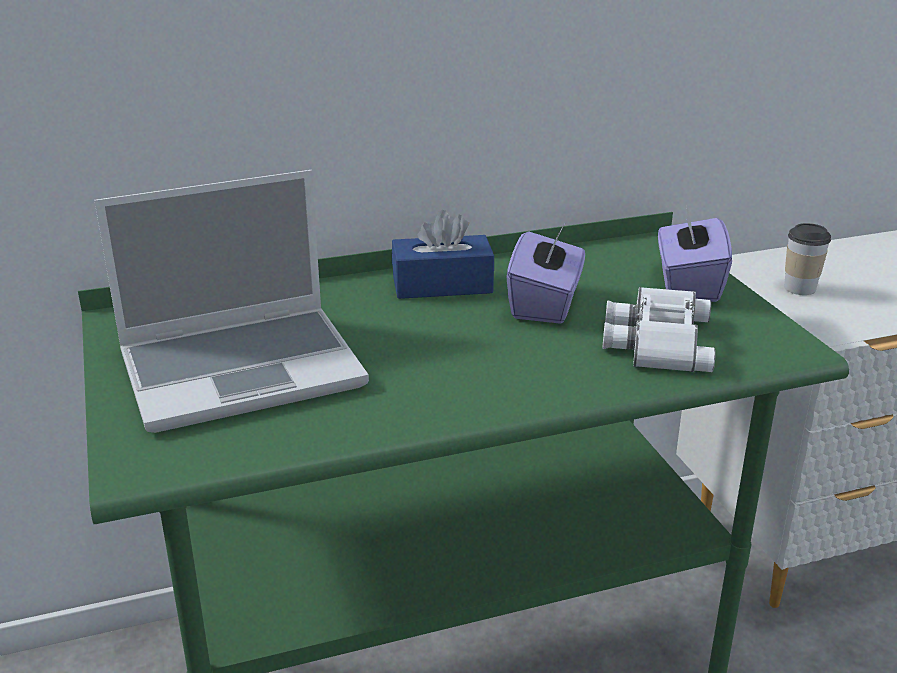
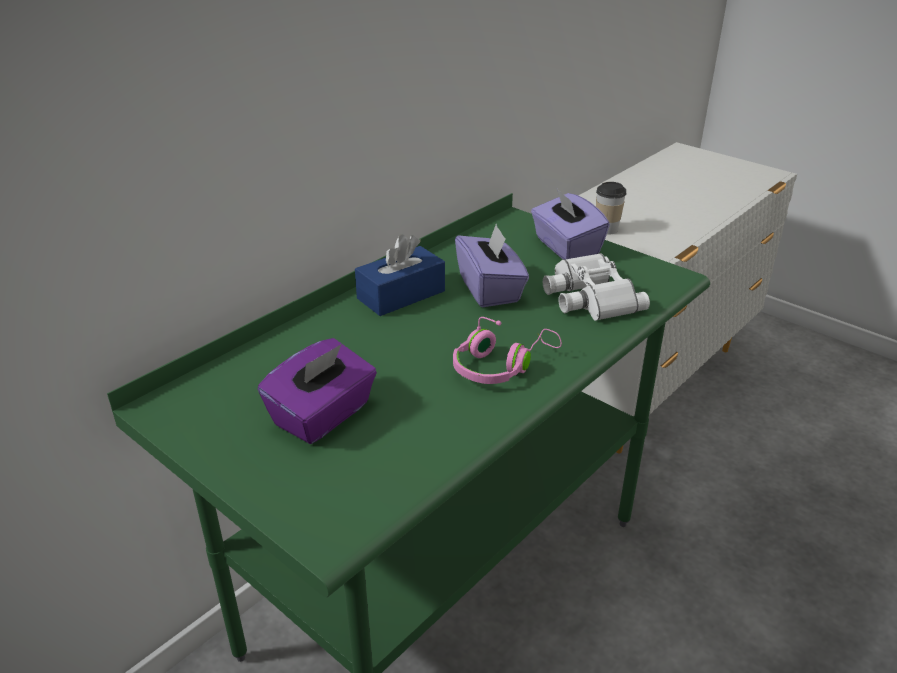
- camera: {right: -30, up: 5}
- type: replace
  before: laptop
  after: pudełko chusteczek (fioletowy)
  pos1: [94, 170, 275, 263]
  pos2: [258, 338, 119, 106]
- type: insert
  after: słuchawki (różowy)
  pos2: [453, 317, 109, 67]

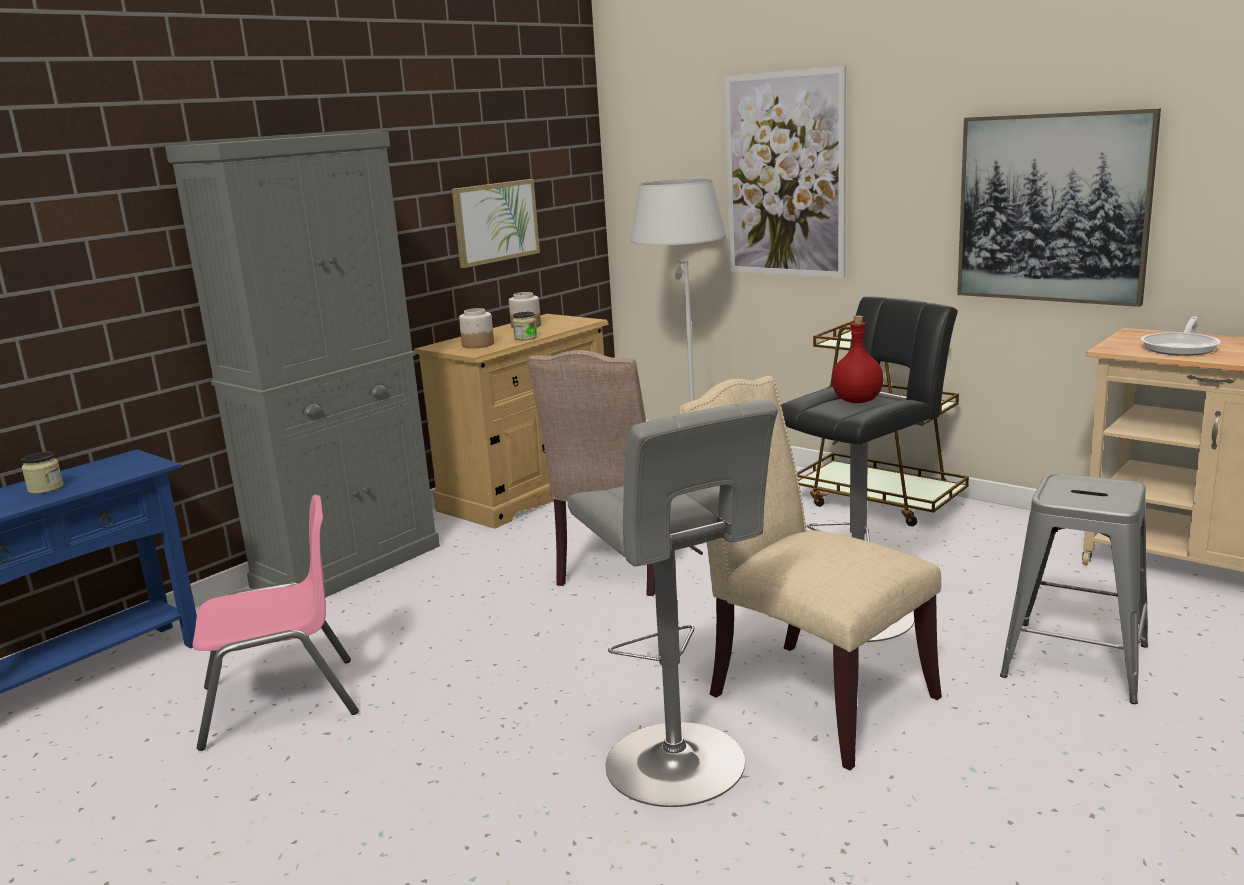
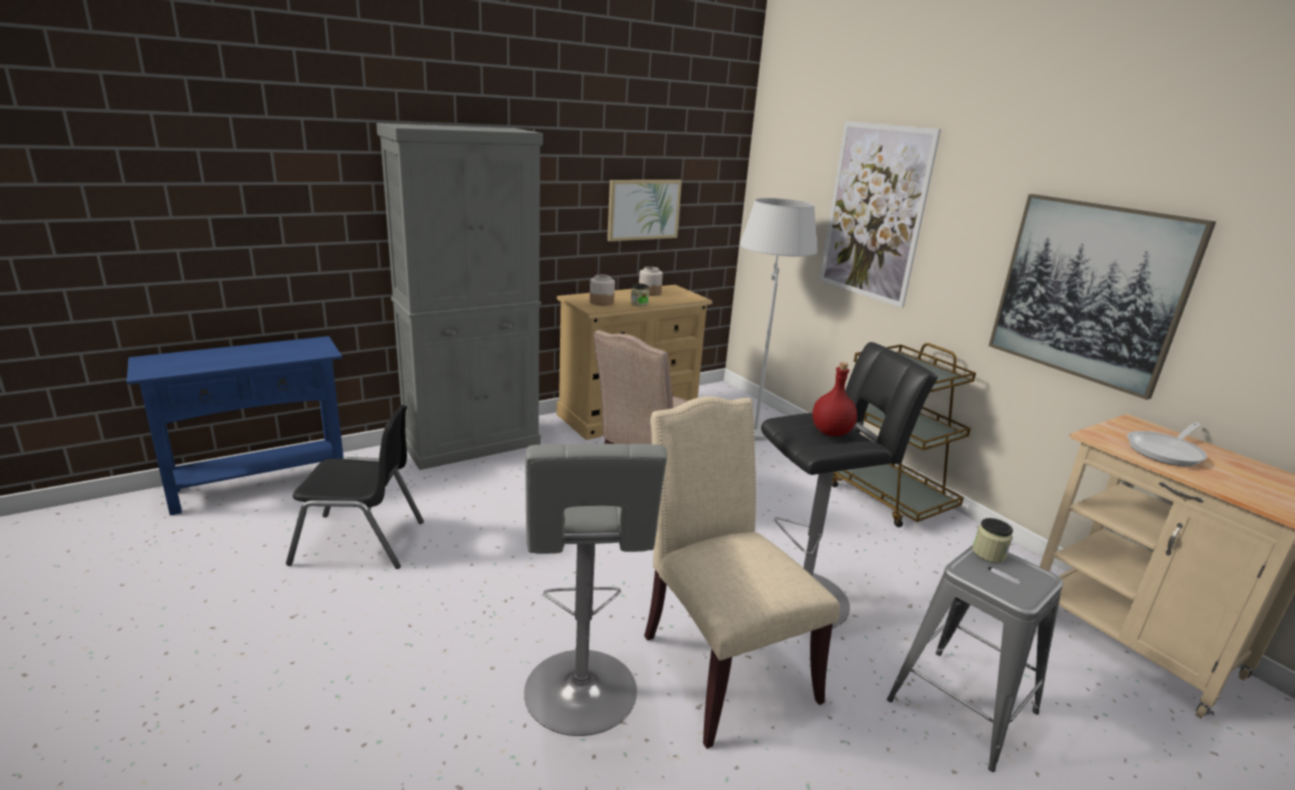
- camera: {right: 15, up: 5}
- type: move
  before: słoik
  pos1: [22, 452, 42, 42]
  pos2: [973, 518, 40, 44]
- type: recolor
  before: krzesło (różowy)
  after: krzesło (czarny)
  pos1: [193, 495, 166, 256]
  pos2: [286, 405, 138, 164]

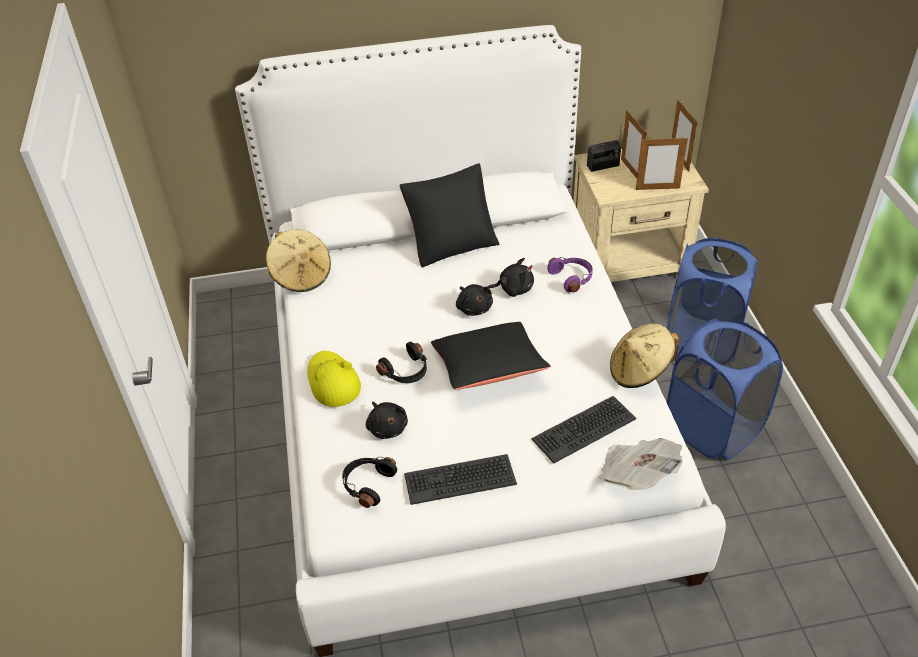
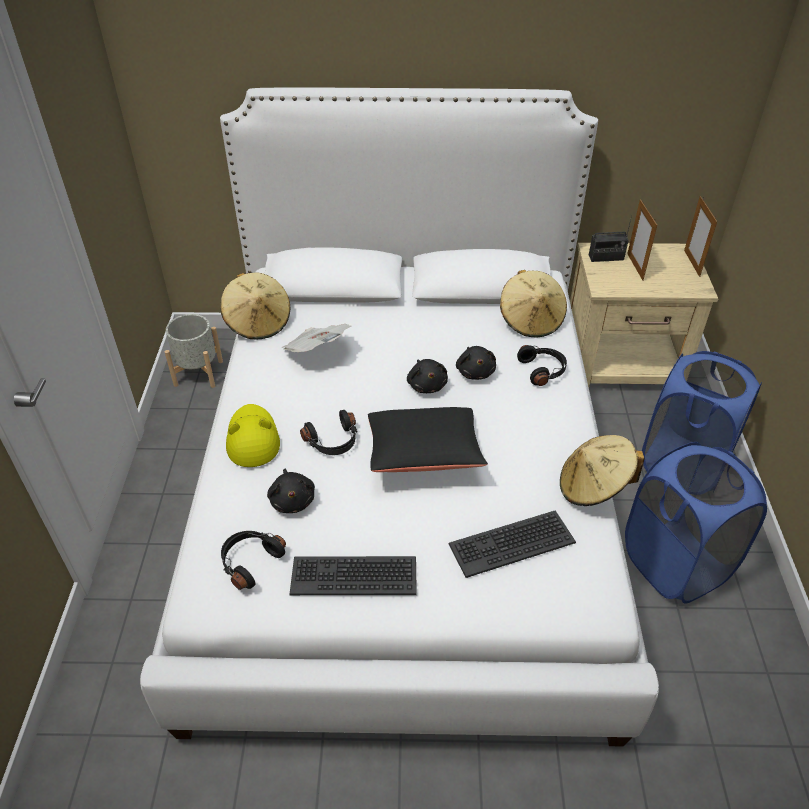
- camera: {right: 10, up: 0}
- type: delete
  before: poduszka (czarny)
  pos1: [399, 163, 100, 104]
- type: rotate
  before: pluszak (czarny)
  pos1: [487, 258, 47, 39]
  pos2: [456, 346, 40, 34]
  turn: 75
- type: recolor
  before: słuchawki (fioletowy)
  after: słuchawki (czarny)
  pos1: [547, 257, 46, 36]
  pos2: [517, 345, 50, 41]
- type: move
  before: gazeta
  pos1: [598, 438, 84, 52]
  pos2: [281, 324, 70, 28]
- type: delete
  before: ramka na zdjęcie
  pos1: [636, 136, 52, 54]
- type: insert
  after: donica (szary)
  pos2: [165, 314, 58, 74]
- type: insert
  after: kapelusz (beżowy)
  pos2: [500, 270, 67, 68]

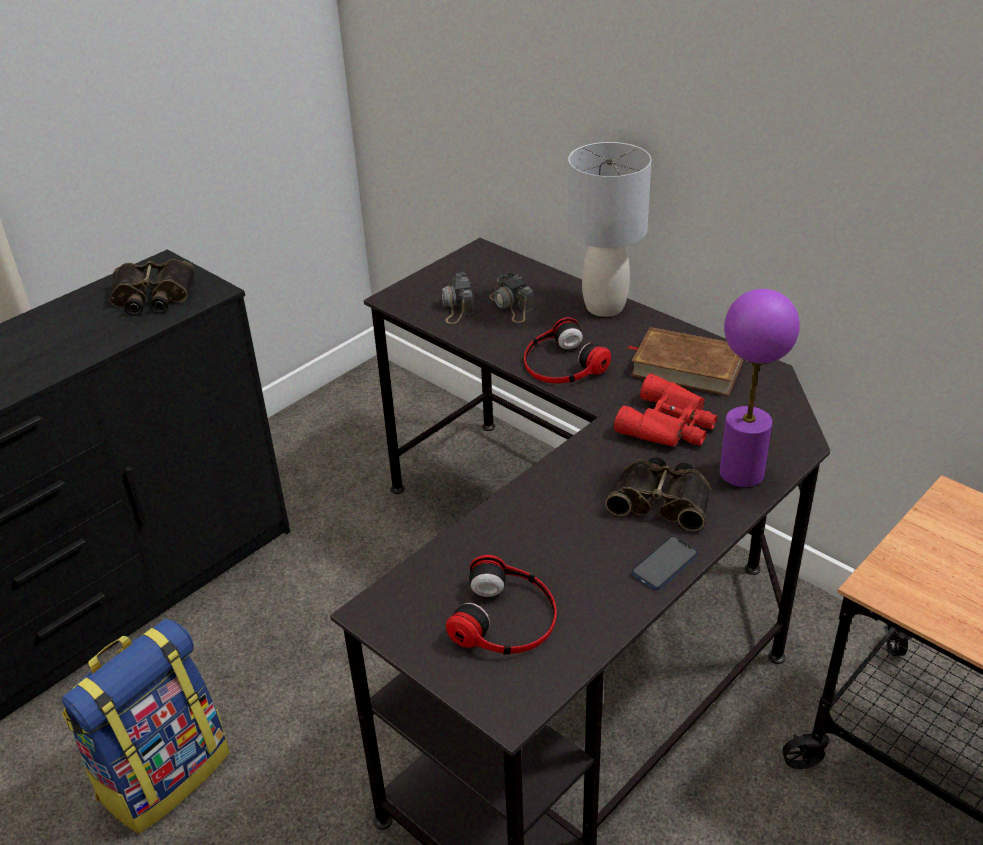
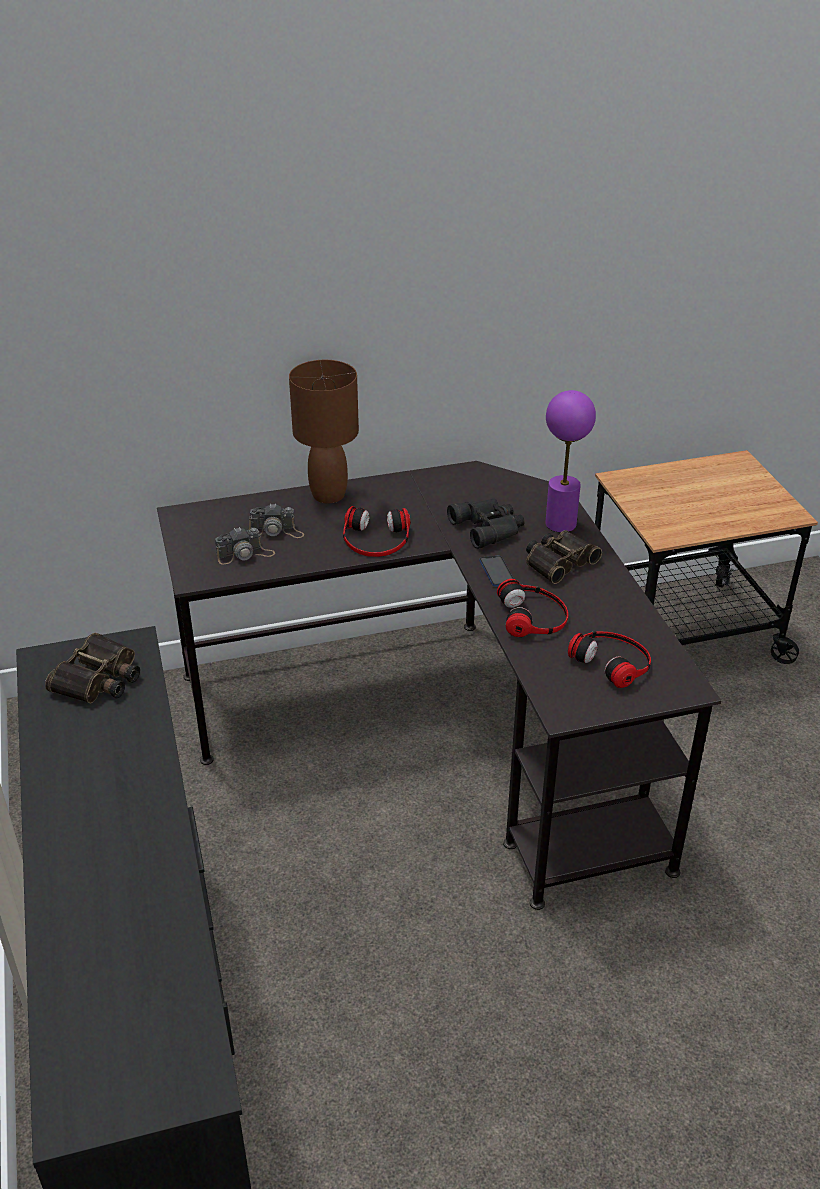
- camera: {right: -60, up: 0}
- type: delete
  before: plecak
  pos1: [62, 618, 168, 216]
- type: rotate
  before: aparat fotograficzny
  pos1: [441, 272, 33, 52]
  pos2: [215, 527, 60, 37]
  turn: -45
- type: recolor
  before: lampa stołowa (szary)
  after: lampa stołowa (brązowy)
  pos1: [568, 142, 83, 175]
  pos2: [289, 360, 70, 143]
- type: recolor
  before: lornetka (czerwony)
  after: lornetka (czarny)
  pos1: [614, 374, 103, 73]
  pos2: [447, 498, 78, 51]
- type: delete
  before: książka (brązowy)
  pos1: [627, 327, 117, 69]
- type: move
  before: telefon
  pos1: [631, 536, 67, 54]
  pos2: [479, 556, 35, 31]
- type: insert
  after: słuchawki
  pos2: [497, 579, 71, 58]

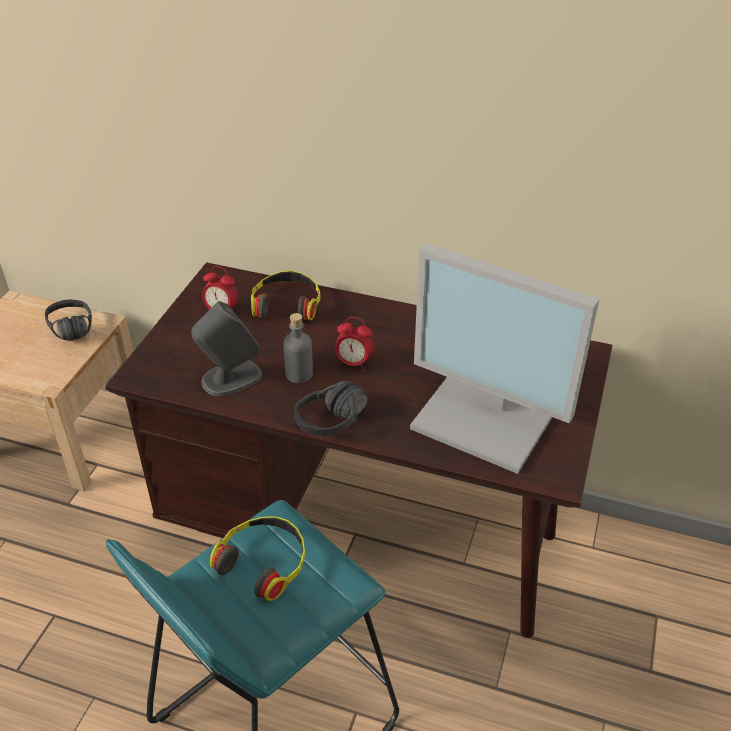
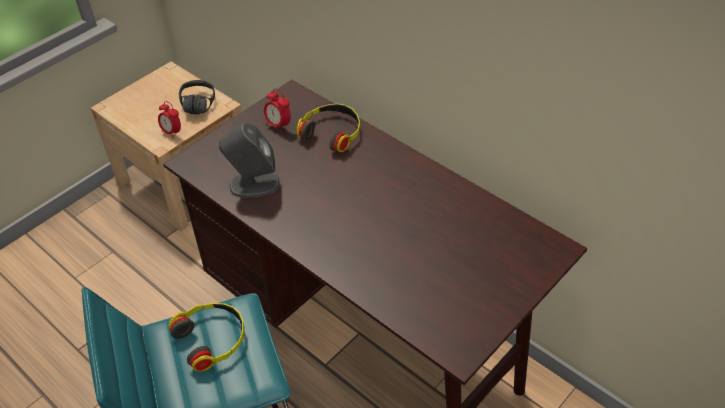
- camera: {right: 25, up: 5}
- type: delete
  before: butelka (szary)
  pos1: [283, 313, 30, 70]
- type: delete
  before: słuchawki (czarny)
  pos1: [294, 381, 73, 55]
- type: move
  before: budzik
  pos1: [336, 317, 38, 54]
  pos2: [158, 101, 23, 38]
- type: delete
  before: monitor
  pos1: [410, 243, 189, 231]

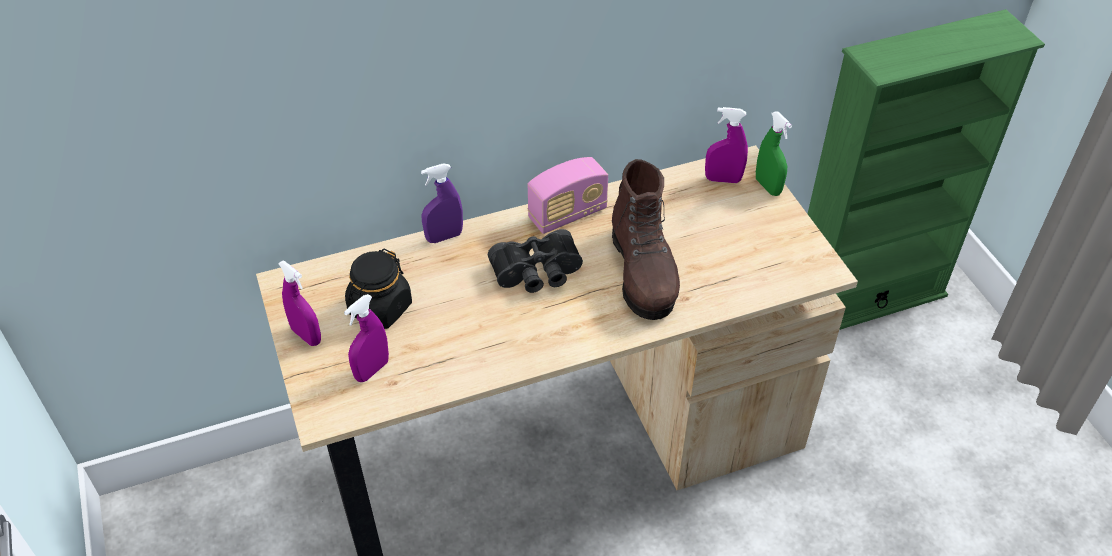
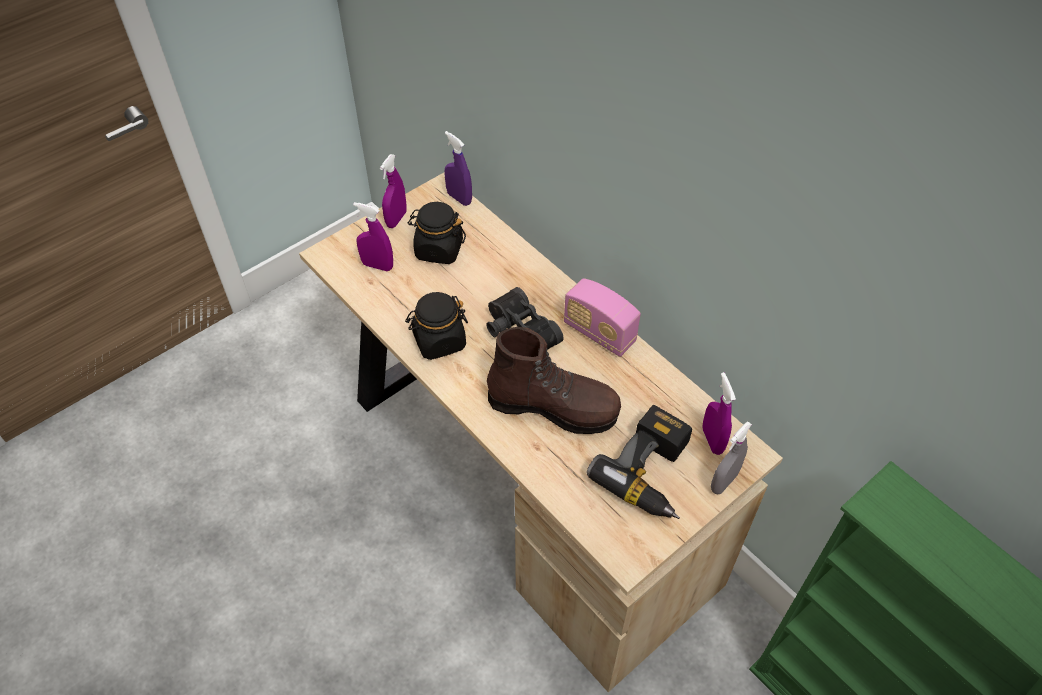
- camera: {right: 70, up: 5}
- type: move
  before: spryskiwacz (fioletowy)
  pos1: [421, 163, 42, 80]
  pos2: [444, 131, 28, 75]
- type: rotate
  before: but z cholewką (brązowy)
  pos1: [612, 159, 68, 161]
  pos2: [487, 327, 134, 107]
  turn: -135
- type: recolor
  before: spryskiwacz (zielony)
  after: spryskiwacz (szary)
  pos1: [756, 111, 36, 85]
  pos2: [711, 421, 41, 73]
- type: insert
  after: słoik (czarny)
  pos2: [405, 292, 63, 68]
- type: insert
  after: wiertarka
  pos2: [587, 405, 105, 114]

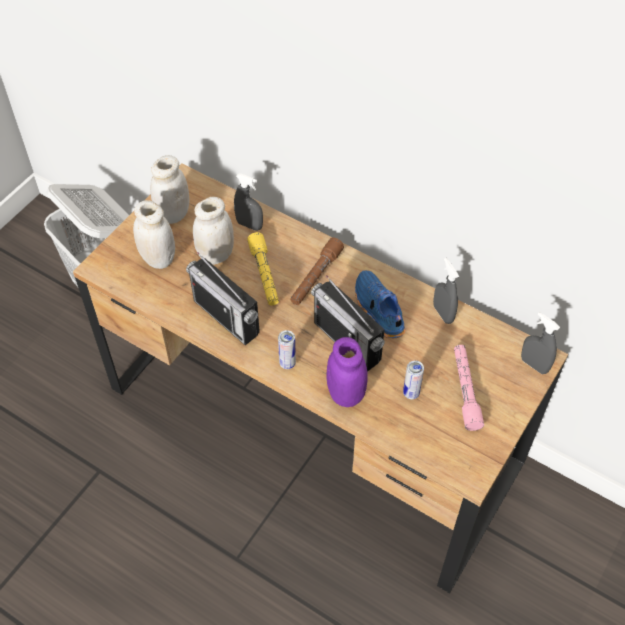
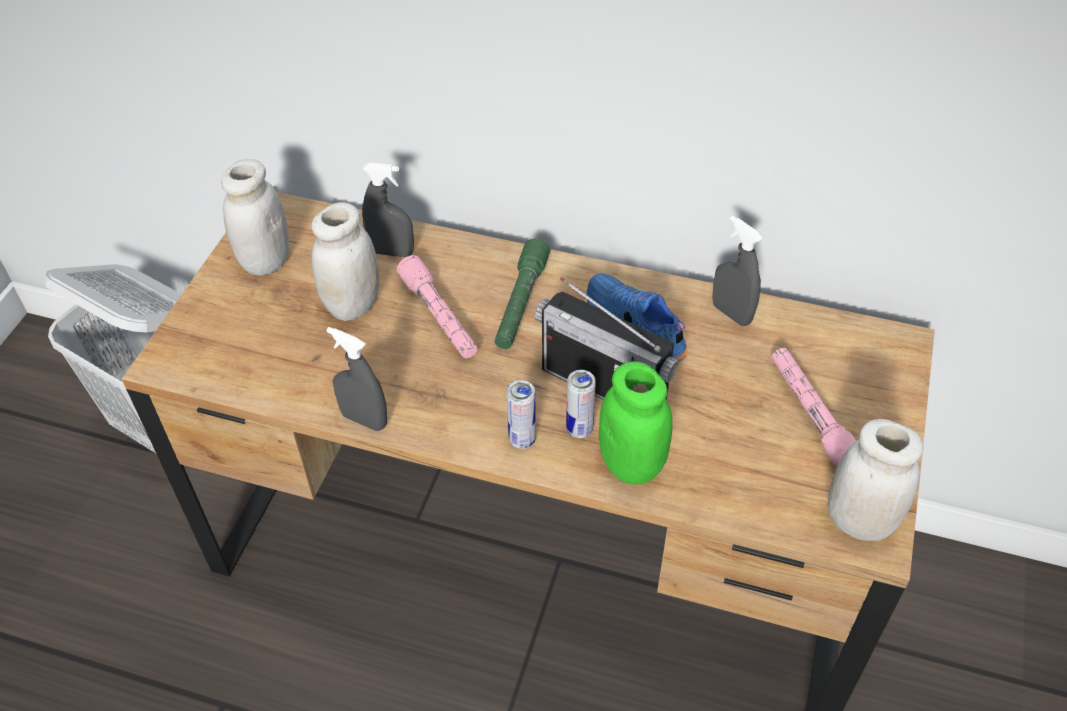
- camera: {right: -15, up: -5}
- type: move
  before: słoik (biały)
  pos1: [133, 200, 42, 69]
  pos2: [828, 419, 96, 122]
- type: delete
  before: radio
  pos1: [186, 252, 74, 93]
- type: recolor
  before: latarka (żółty)
  after: latarka (różowy)
  pos1: [247, 232, 32, 74]
  pos2: [397, 255, 81, 103]
- type: recolor
  before: latarka (brązowy)
  after: latarka (zielony)
  pos1: [290, 237, 54, 68]
  pos2: [495, 239, 55, 110]
- type: recolor
  before: słoik (fioletowy)
  after: słoik (zielony)
  pos1: [327, 337, 41, 70]
  pos2: [599, 361, 73, 123]
- type: move
  before: puszka
  pos1: [403, 360, 21, 39]
  pos2: [566, 370, 30, 68]
- type: move
  before: spryskiwacz (szary)
  pos1: [521, 312, 39, 62]
  pos2: [326, 327, 61, 104]

